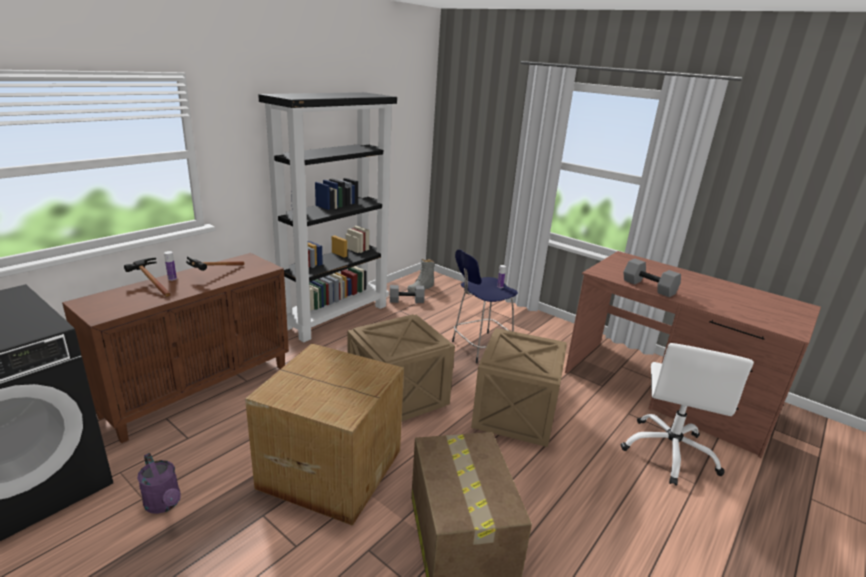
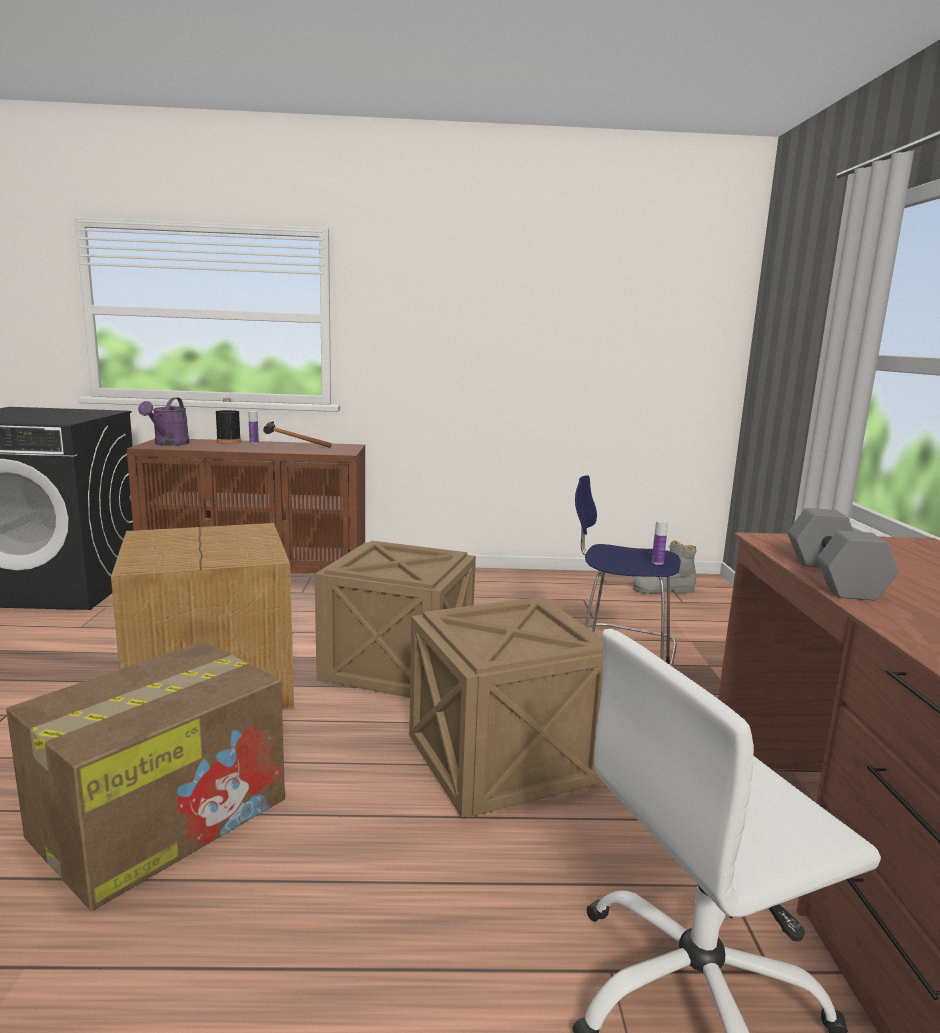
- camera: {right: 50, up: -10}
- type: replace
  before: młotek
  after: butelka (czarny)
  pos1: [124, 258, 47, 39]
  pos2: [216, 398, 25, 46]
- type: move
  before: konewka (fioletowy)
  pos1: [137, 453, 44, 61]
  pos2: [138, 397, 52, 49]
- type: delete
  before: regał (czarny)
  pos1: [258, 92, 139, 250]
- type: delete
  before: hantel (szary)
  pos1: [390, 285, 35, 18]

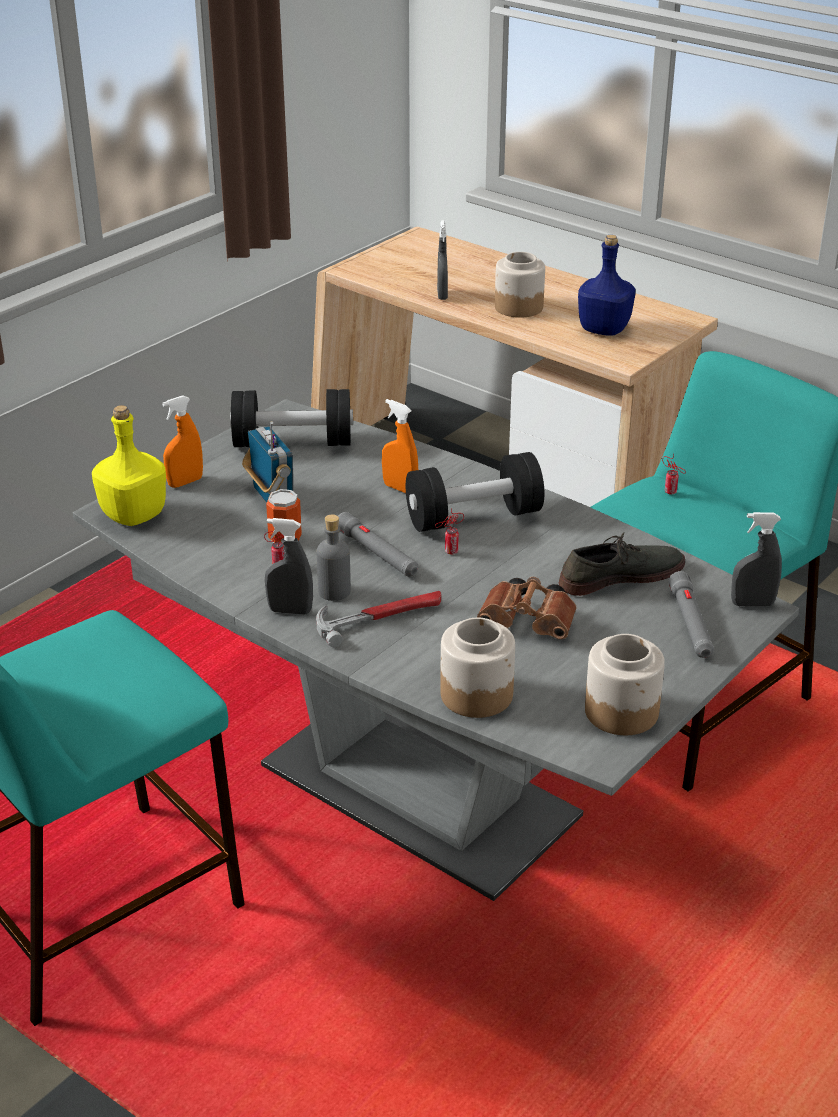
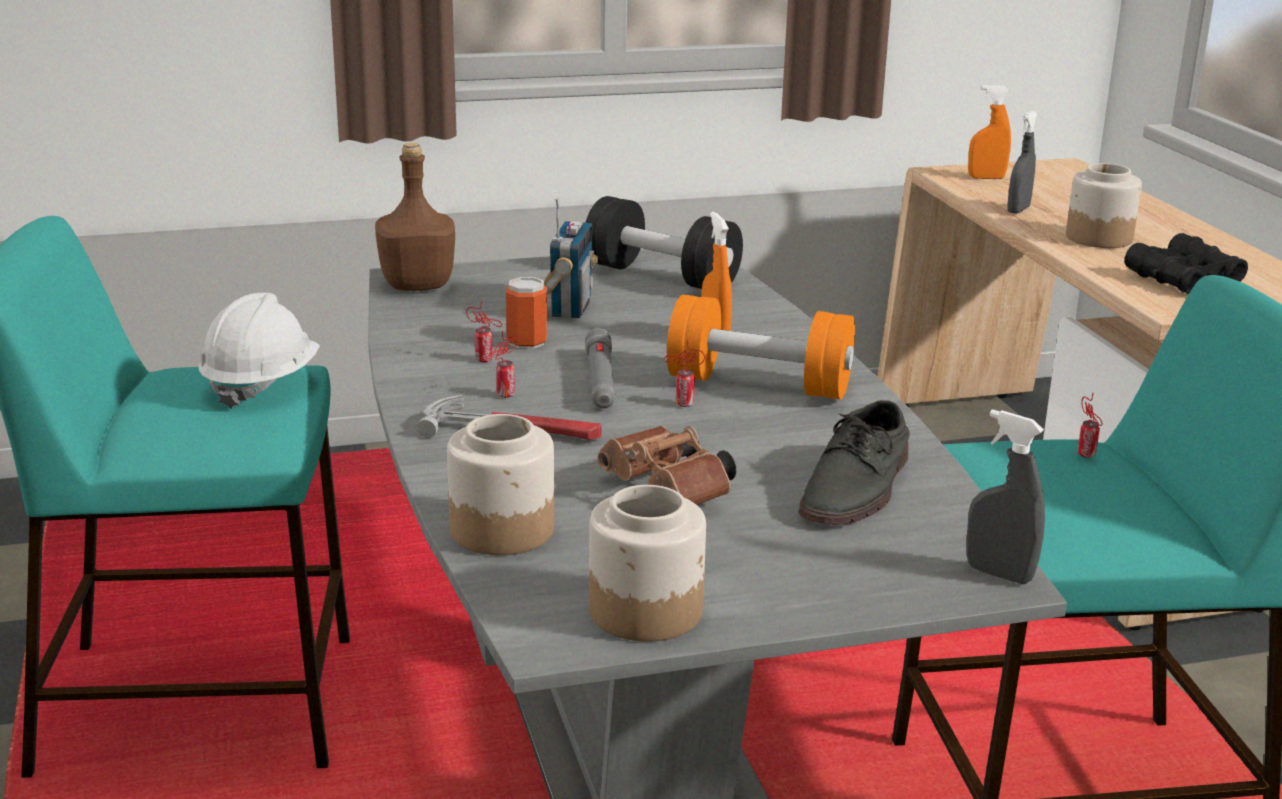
- camera: {right: 35, up: -10}
- type: recolor
  before: butelka (żółty)
  after: butelka (brązowy)
  pos1: [92, 405, 74, 121]
  pos2: [375, 143, 80, 148]
- type: move
  before: spryskiwacz (pomarańczowy)
  pos1: [162, 395, 41, 93]
  pos2: [968, 85, 43, 94]
- type: delete
  before: spryskiwacz (szary)
  pos1: [265, 518, 48, 97]
- type: replace
  before: butelka (szary)
  after: puszka
  pos1: [316, 514, 35, 87]
  pos2: [486, 331, 30, 67]
- type: recolor
  before: hantel (czarny)
  after: hantel (pomarańczowy)
  pos1: [406, 452, 138, 80]
  pos2: [667, 295, 188, 104]
- type: rotate
  before: but (szary)
  pos1: [559, 532, 126, 64]
  pos2: [799, 400, 111, 125]
  turn: 105
- type: replace
  before: butelka (niebieski)
  after: lornetka (czarny)
  pos1: [578, 235, 57, 101]
  pos2: [1125, 233, 123, 62]
- type: delete
  before: latarka (szary)
  pos1: [668, 571, 46, 87]
- type: insert
  after: kask (biały)
  pos2: [199, 293, 121, 116]

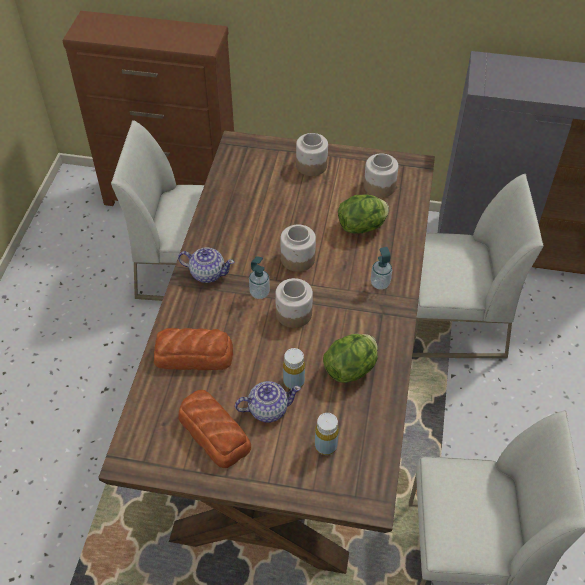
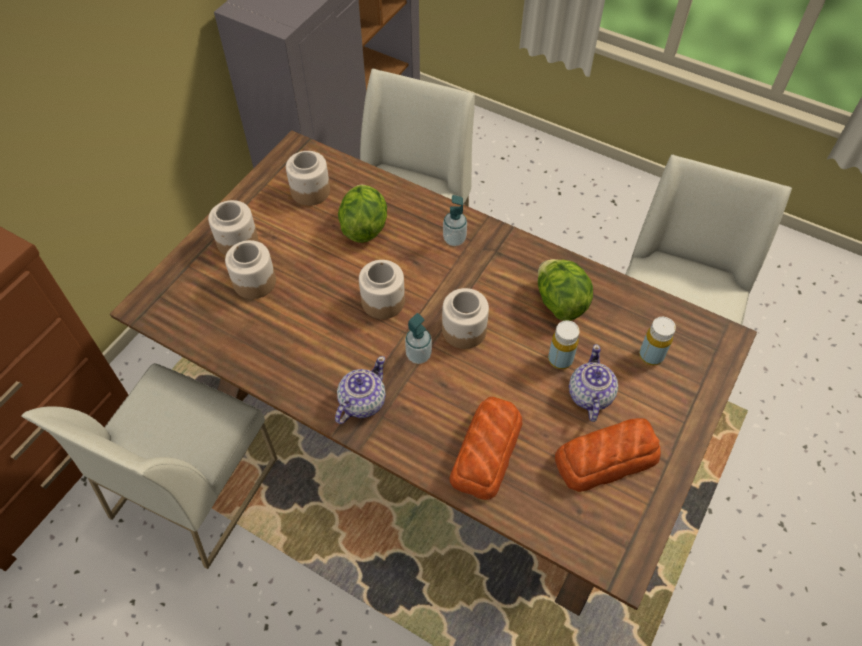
- camera: {right: -70, up: 5}
- type: insert
  after: słoik
  pos2: [225, 240, 51, 59]

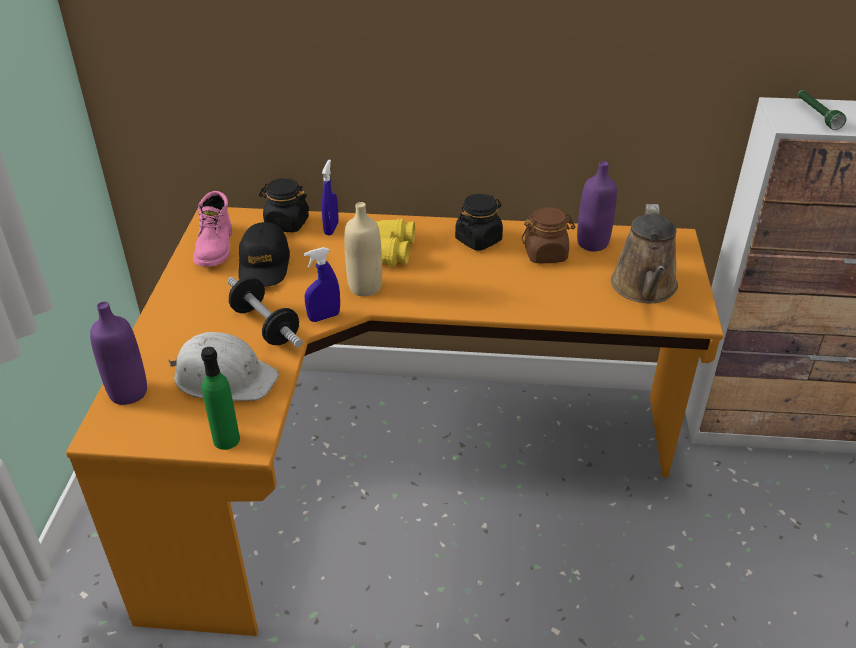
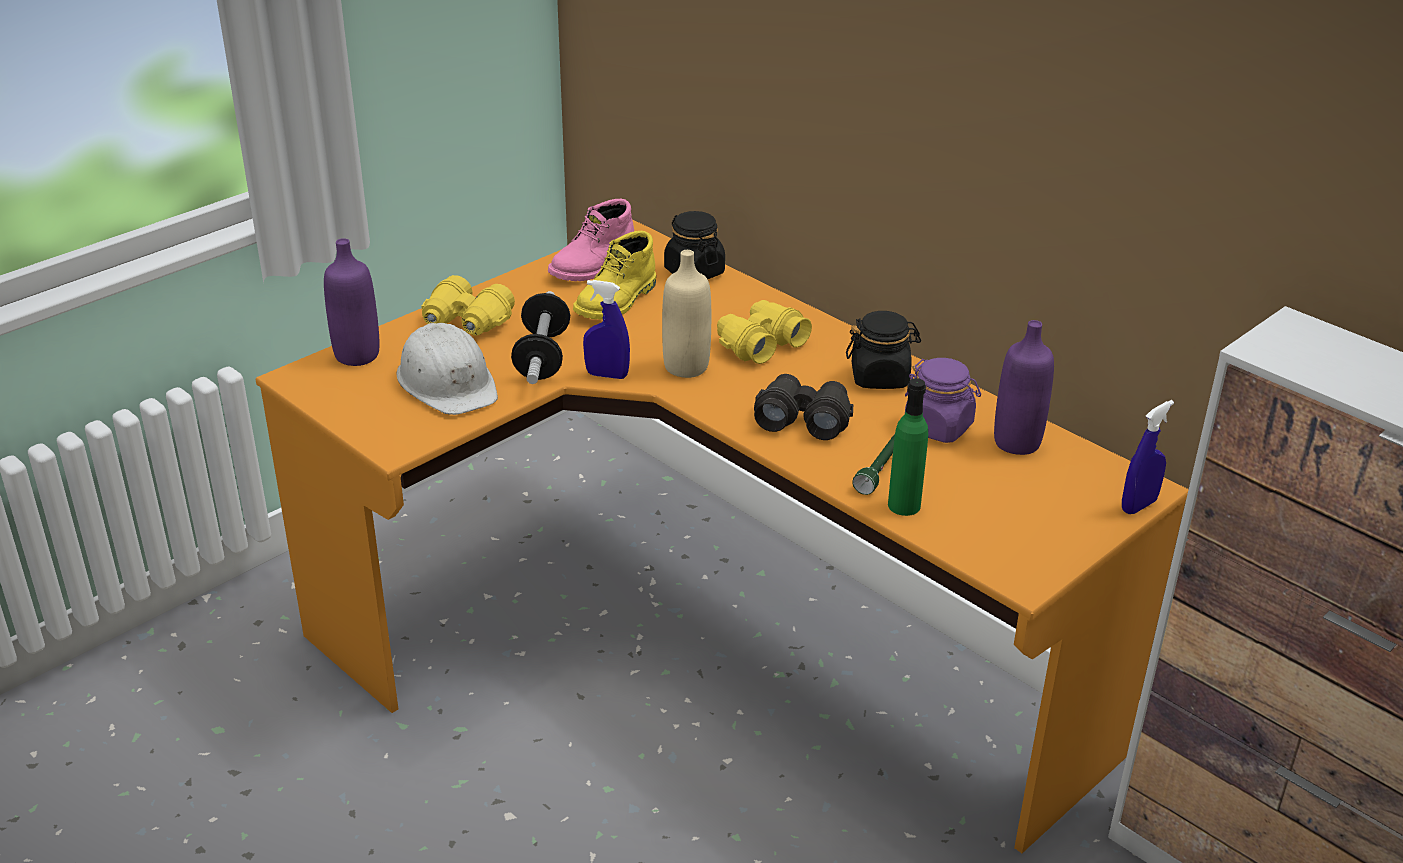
- camera: {right: 40, up: -5}
- type: move
  before: butelka (zielony)
  pos1: [201, 347, 39, 103]
  pos2: [888, 378, 40, 138]
- type: replace
  before: czapka z daszkiem (czarny)
  after: but z cholewką (żółty)
  pos1: [238, 222, 52, 65]
  pos2: [573, 231, 83, 89]
- type: move
  before: spryskiwacz (niebieski)
  pos1: [322, 159, 17, 76]
  pos2: [1122, 400, 52, 114]
- type: recolor
  before: słoik (brązowy)
  after: słoik (fioletowy)
  pos1: [521, 207, 54, 56]
  pos2: [905, 358, 76, 85]
- type: delete
  before: konewka (brązowy)
  pos1: [611, 204, 67, 99]
- type: move
  before: latarka (zielony)
  pos1: [797, 90, 49, 40]
  pos2: [852, 434, 43, 61]
- type: insert
  after: lornetka (żółty)
  pos2: [421, 275, 94, 61]
- type: insert
  after: lornetka (czarny)
  pos2: [754, 374, 99, 66]

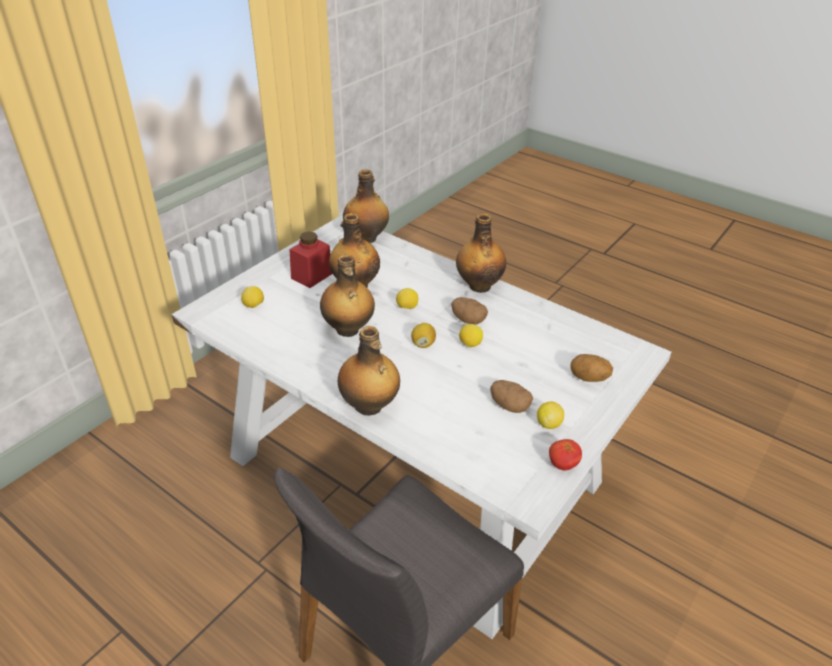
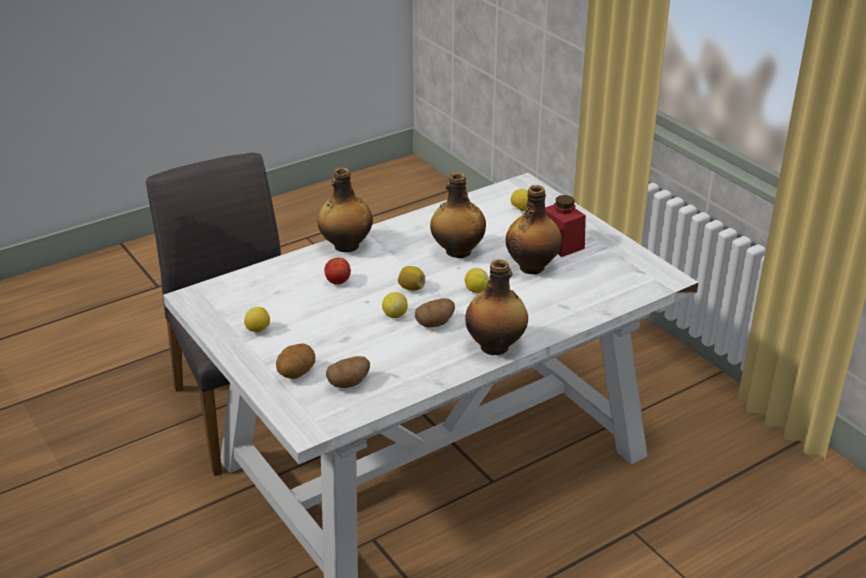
- camera: {right: 110, up: -5}
- type: delete
  before: butelka
  pos1: [343, 169, 46, 74]
- type: move
  before: ziemniak
  pos1: [490, 380, 43, 33]
  pos2: [326, 356, 44, 32]
- type: move
  before: pomidor
  pos1: [549, 439, 33, 31]
  pos2: [324, 258, 27, 27]

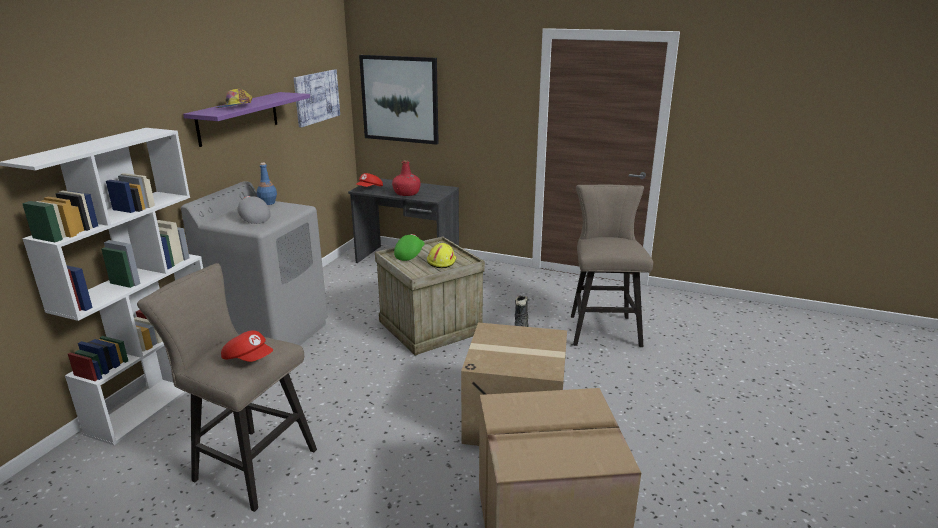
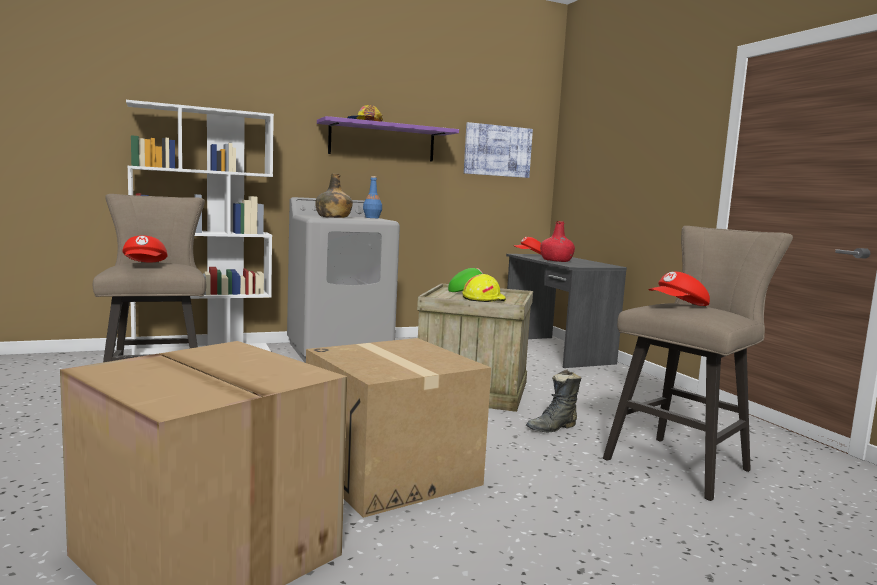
- camera: {right: 45, up: -15}
- type: replace
  before: czapka z daszkiem (szary)
  after: butelka (zielony)
  pos1: [237, 196, 34, 28]
  pos2: [315, 173, 38, 45]
- type: delete
  before: obraz
  pos1: [359, 55, 80, 90]
- type: insert
  after: czapka z daszkiem (czerwony)
  pos2: [648, 272, 62, 34]

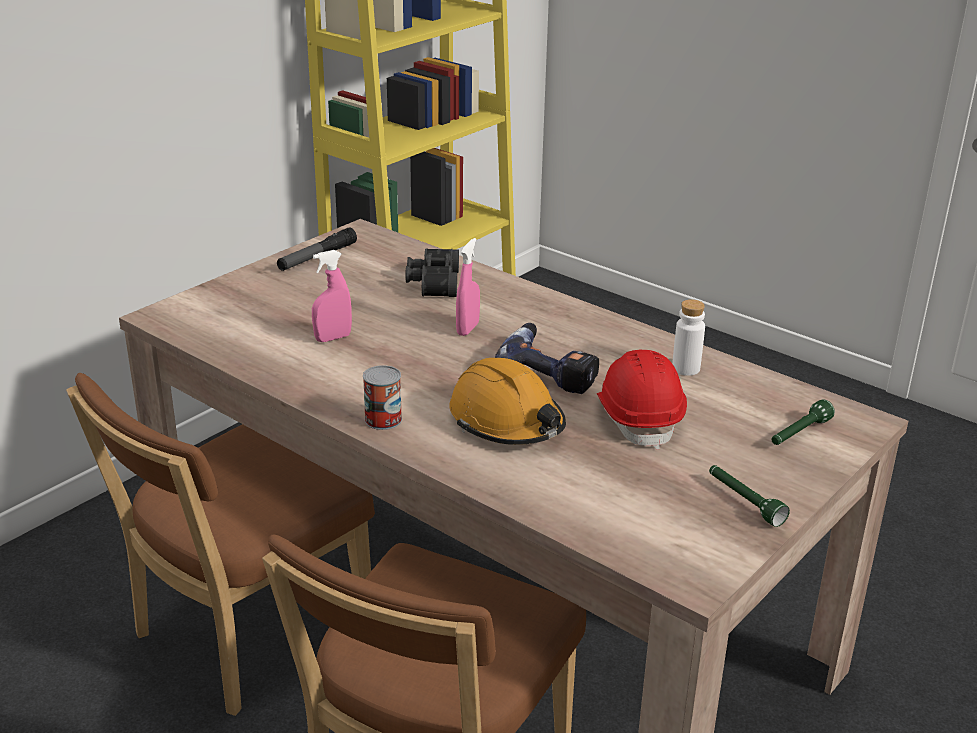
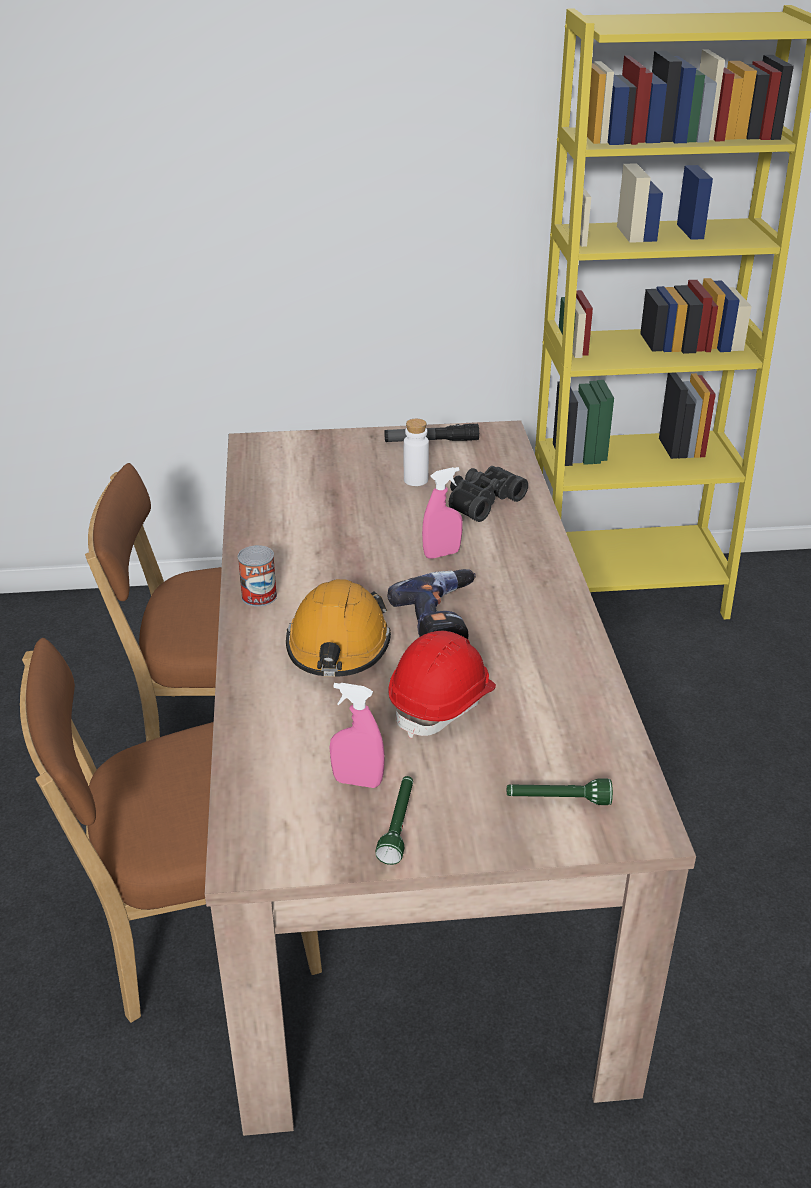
- camera: {right: 45, up: 5}
- type: move
  before: spryskiwacz (różowy)
  pos1: [312, 250, 40, 92]
  pos2: [330, 683, 55, 105]
- type: move
  before: butelka (biały)
  pos1: [672, 299, 33, 77]
  pos2: [404, 419, 25, 67]

